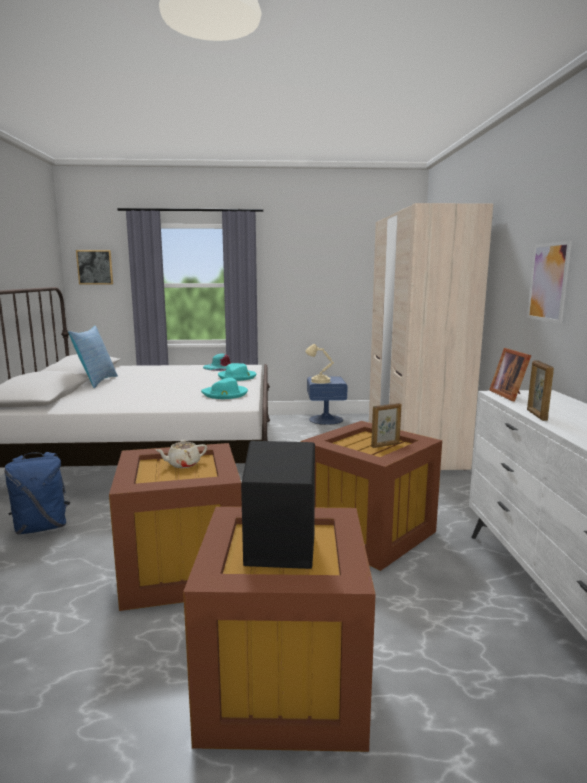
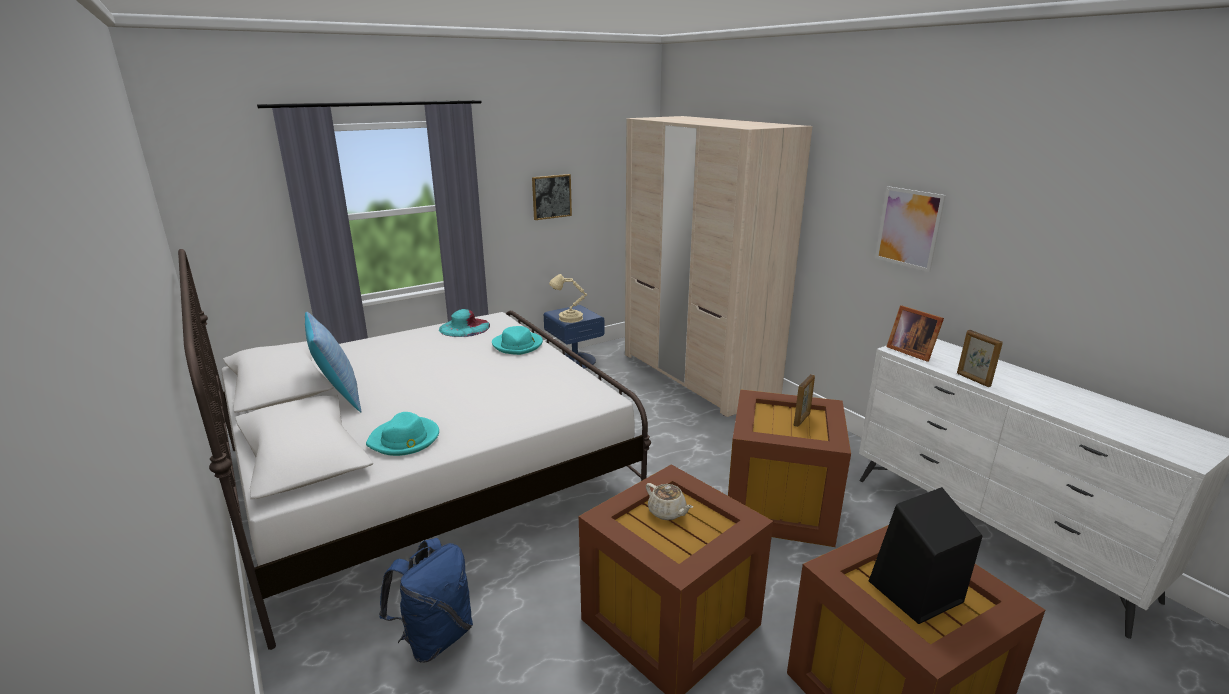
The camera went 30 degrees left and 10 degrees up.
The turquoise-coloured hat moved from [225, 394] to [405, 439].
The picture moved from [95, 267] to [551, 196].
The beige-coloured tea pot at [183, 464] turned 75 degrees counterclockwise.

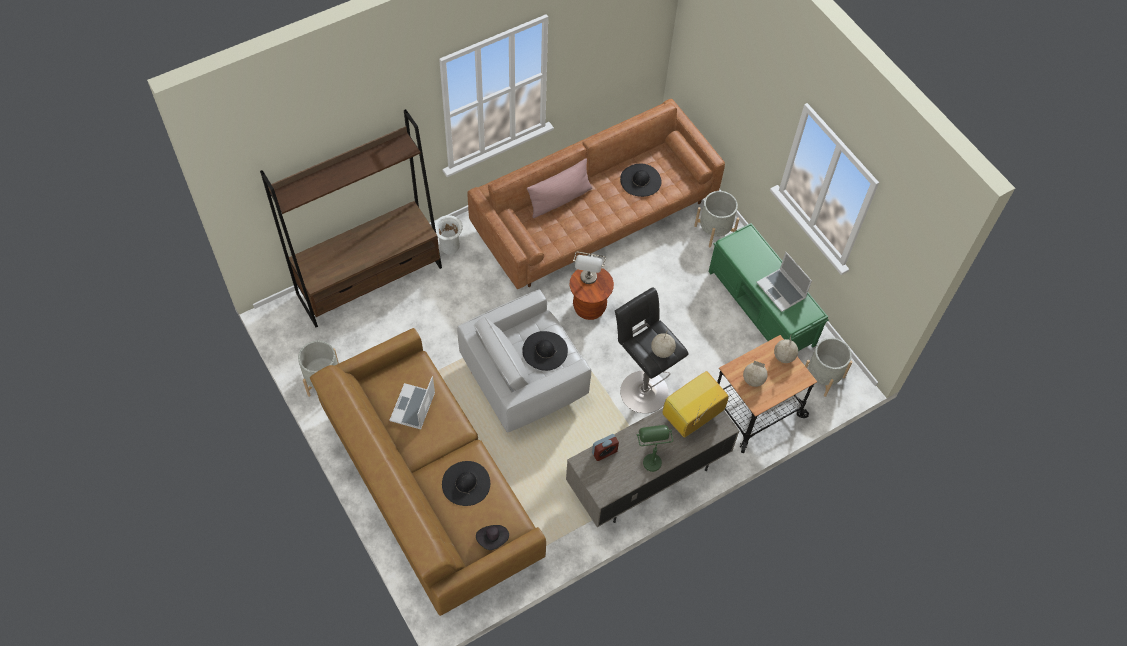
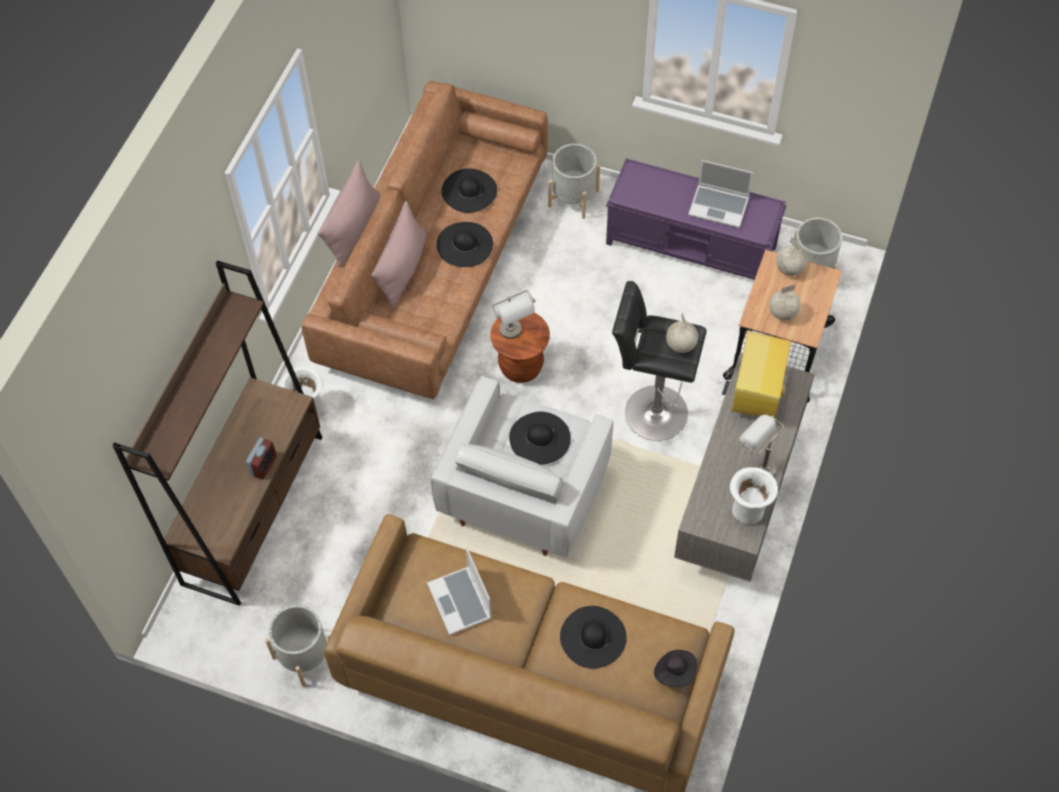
The camera went 35 degrees left and 0 degrees up.
The alarm clock moved from [604, 452] to [263, 465].
The pink throw pillow at [353, 229] appeared.
The blackish hat at [464, 244] appeared.
The green bench at [762, 308] became the purplish bench at [692, 245].
The white flower vase at [748, 510] appeared.
The green tabletop lamp at [650, 457] became the gray tabletop lamp at [756, 464].

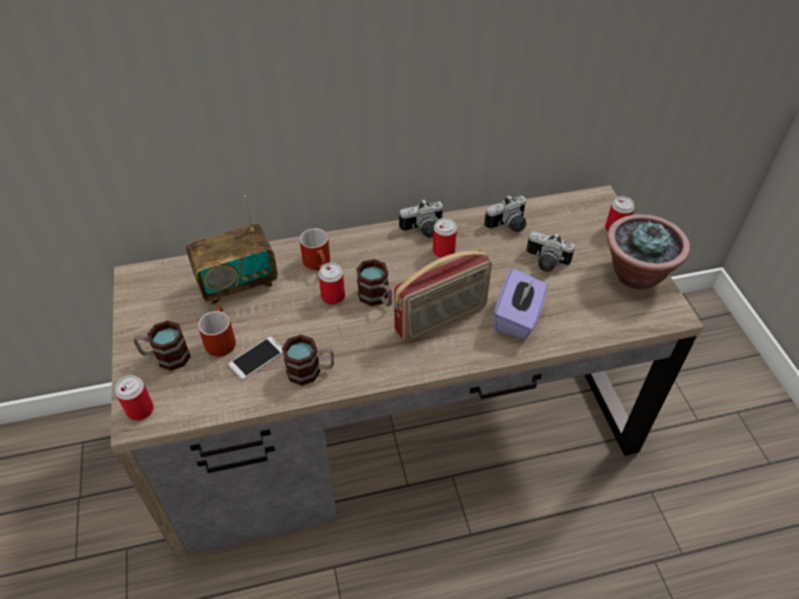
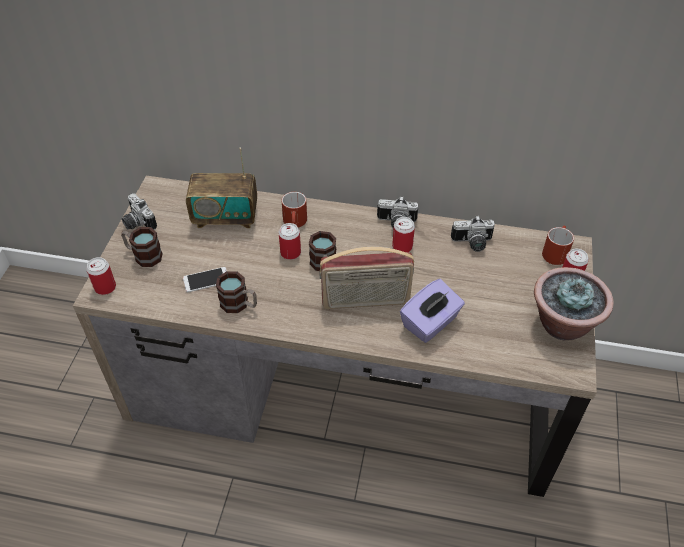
The camera went 25 degrees right and 0 degrees up.
The still camera moved from [545, 262] to [137, 222].
The reddish mug moved from [220, 339] to [554, 252].

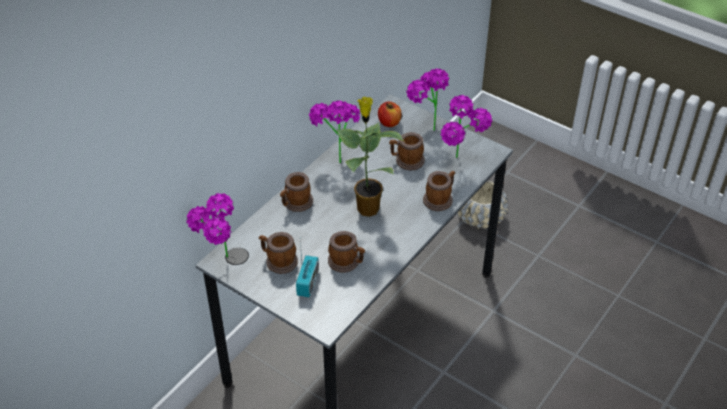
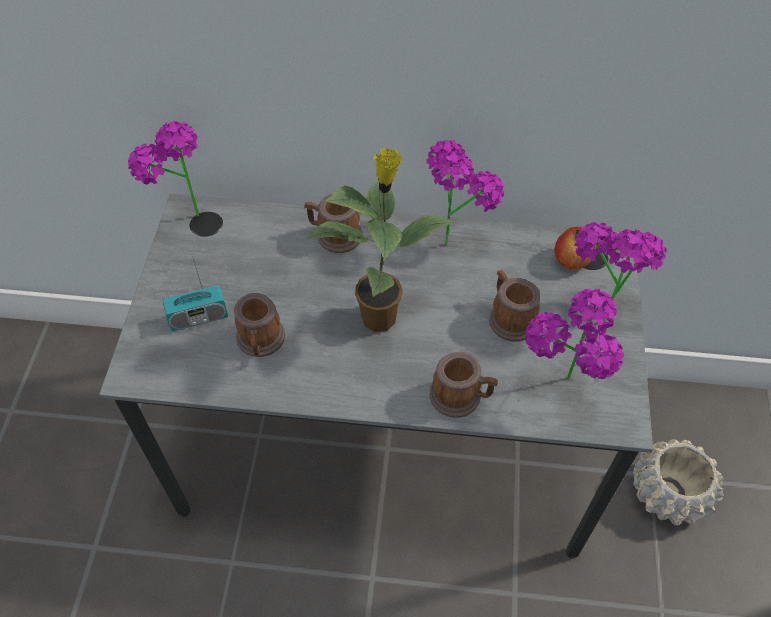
The camera went 60 degrees right and 10 degrees up.
The mug at [278, 261] disappeared.

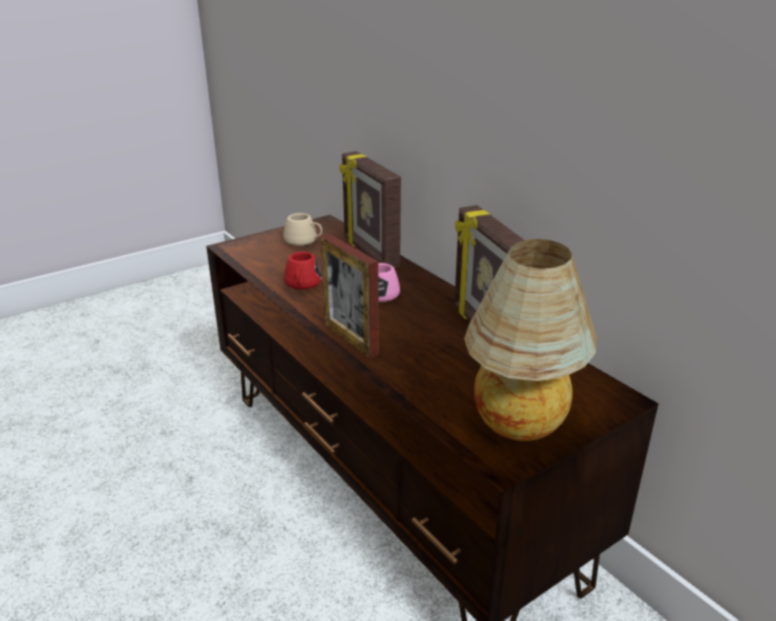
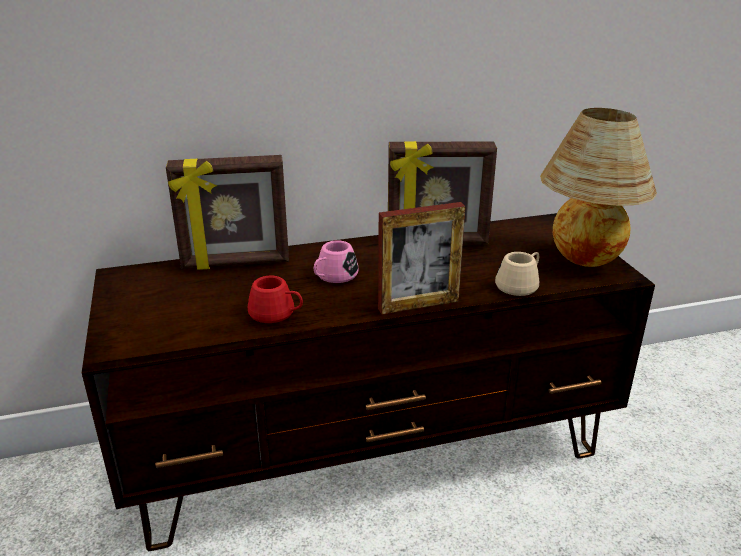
The camera went 70 degrees left and 0 degrees up.
The beige-coloured mug moved from [304, 241] to [520, 284].

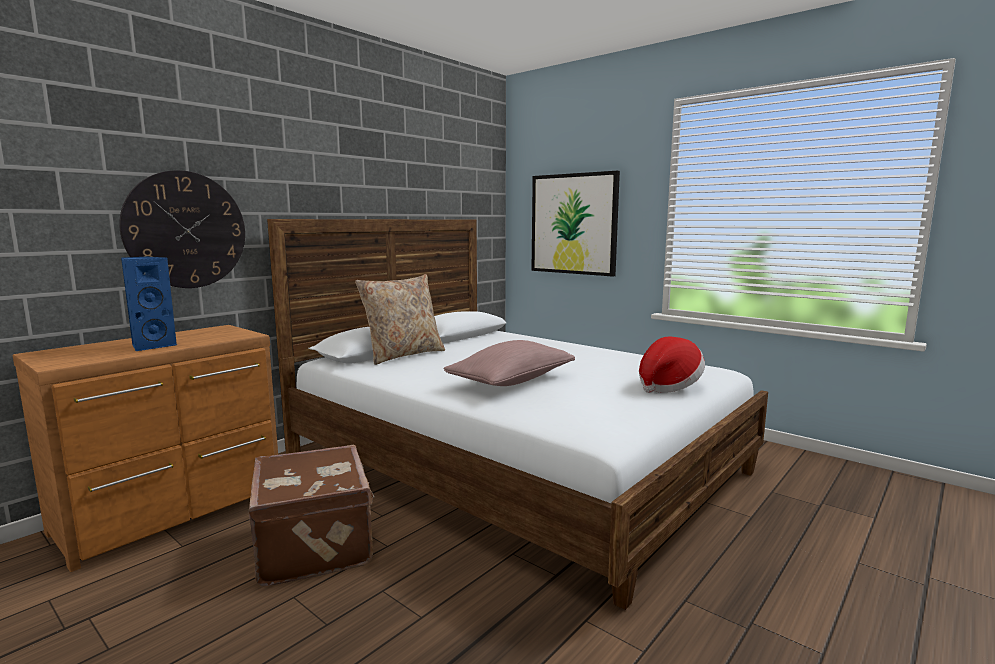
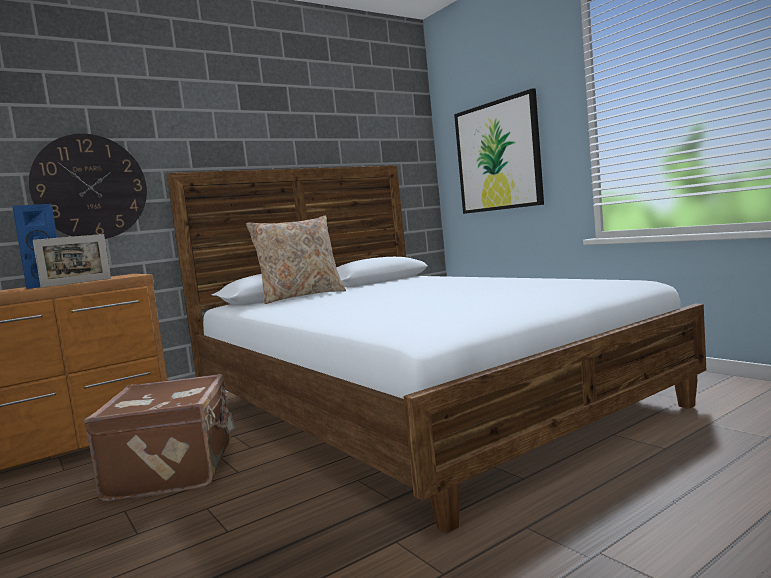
The camera went 15 degrees right and 5 degrees down.
The standing frame at [77, 283] appeared.
The pink throw pillow at [511, 381] disappeared.
The hat at [668, 386] disappeared.

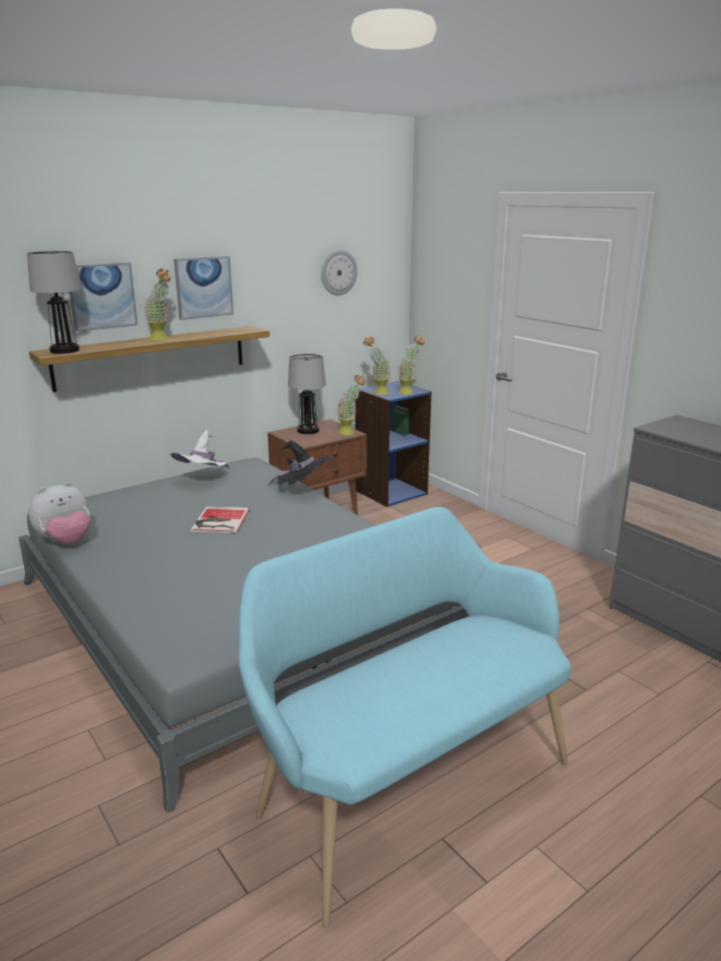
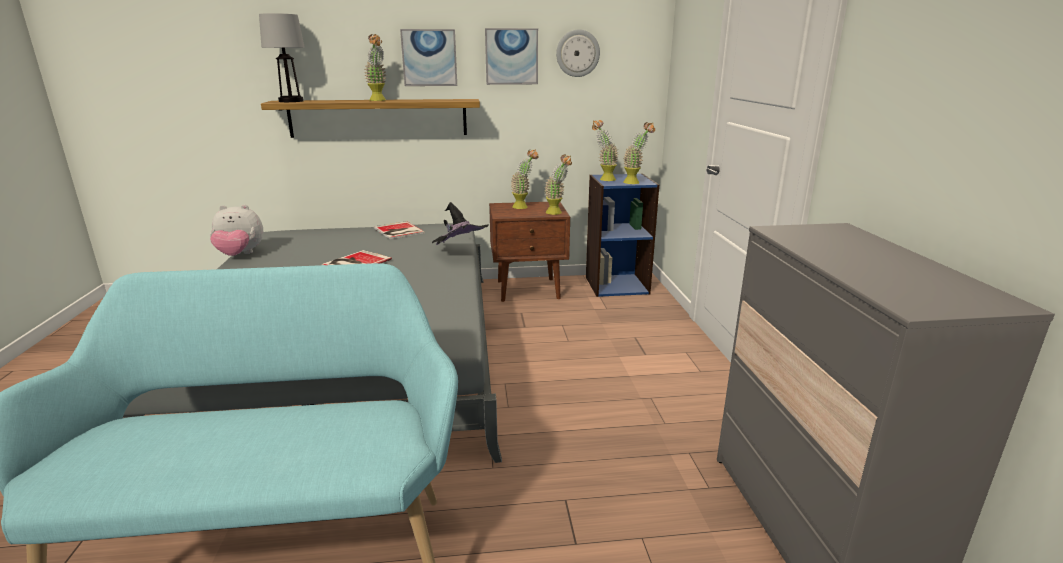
The camera went 30 degrees right and 0 degrees up.
The white hat at [203, 479] was replaced by the bound book at [398, 231].
The picture moved from [102, 296] to [511, 56].
The tabletop lamp at [308, 431] was replaced by the houseplant at [524, 206].

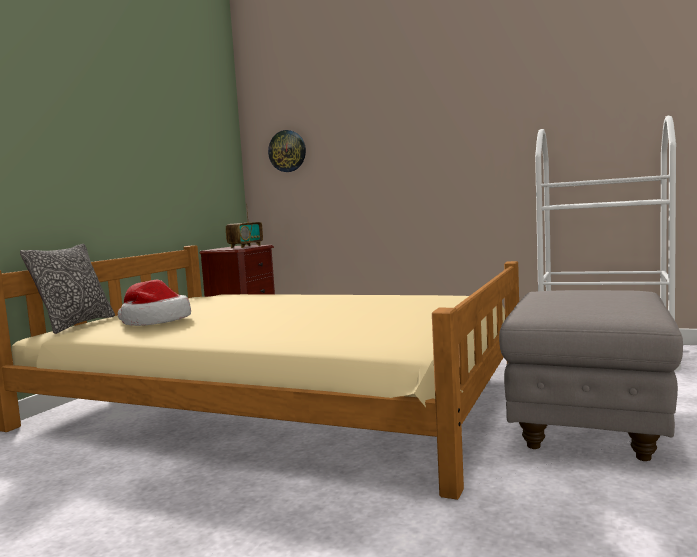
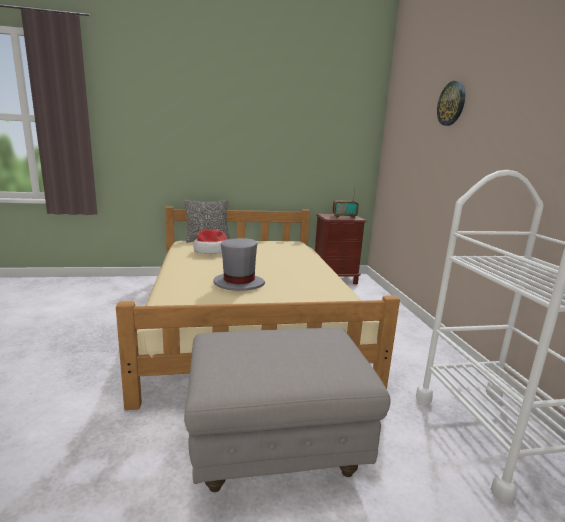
The camera went 55 degrees right and 10 degrees up.
The gray hat at [239, 283] appeared.
The clock on the wall moved from [287, 151] to [451, 103].

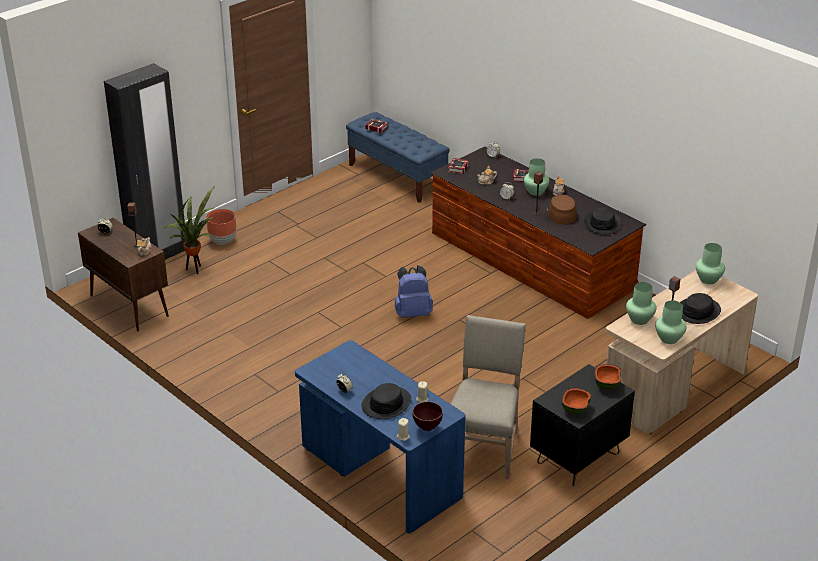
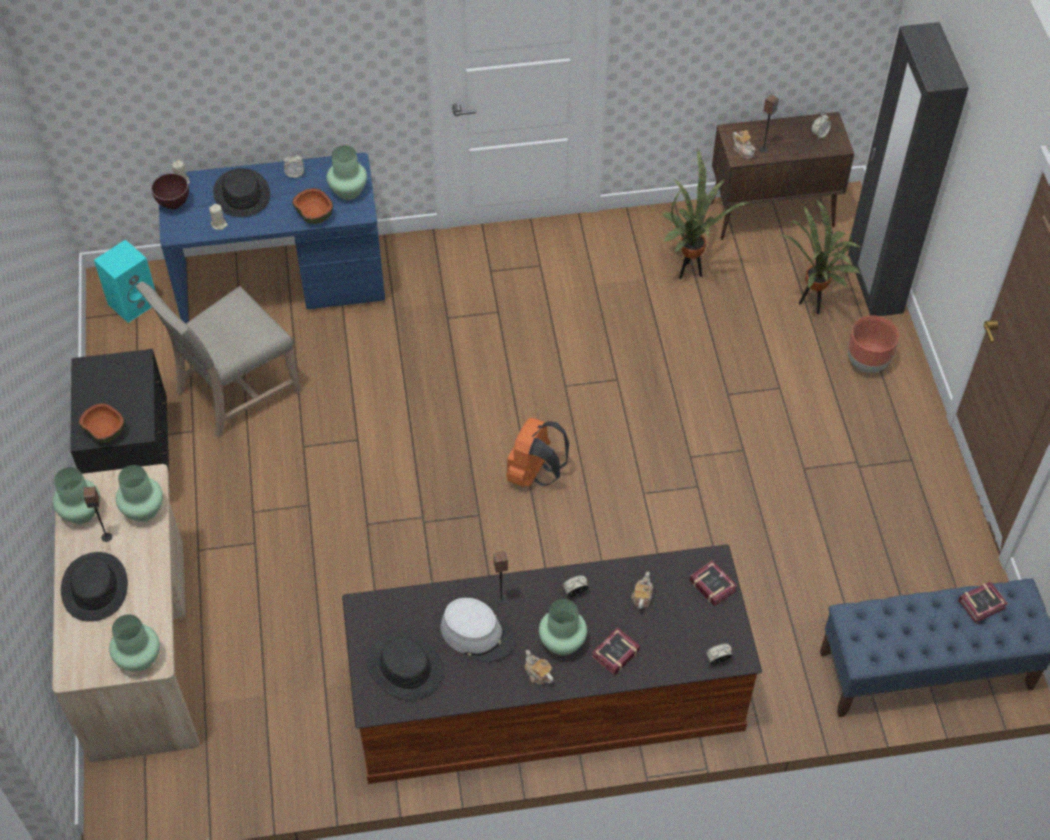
The camera went 125 degrees right and 20 degrees up.
The turquoise-coloured speaker at [133, 302] appeared.
The beige-coloured chair at [483, 447] turned 90 degrees clockwise.
The bowl moved from [575, 409] to [314, 215].
The green flower vase at [348, 192] appeared.
The brown hat at [561, 212] became the gray hat at [477, 634].
The bluish knapsack at [413, 313] became the orange-coloured knapsack at [535, 474].
The houseplant at [690, 271] appeared.

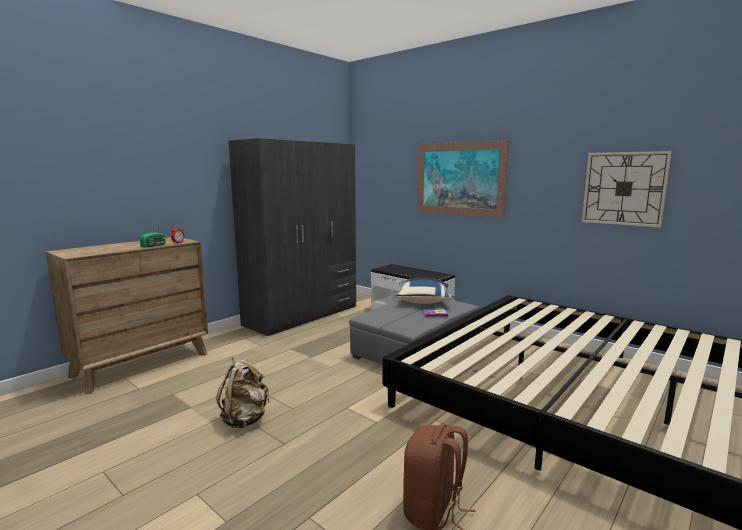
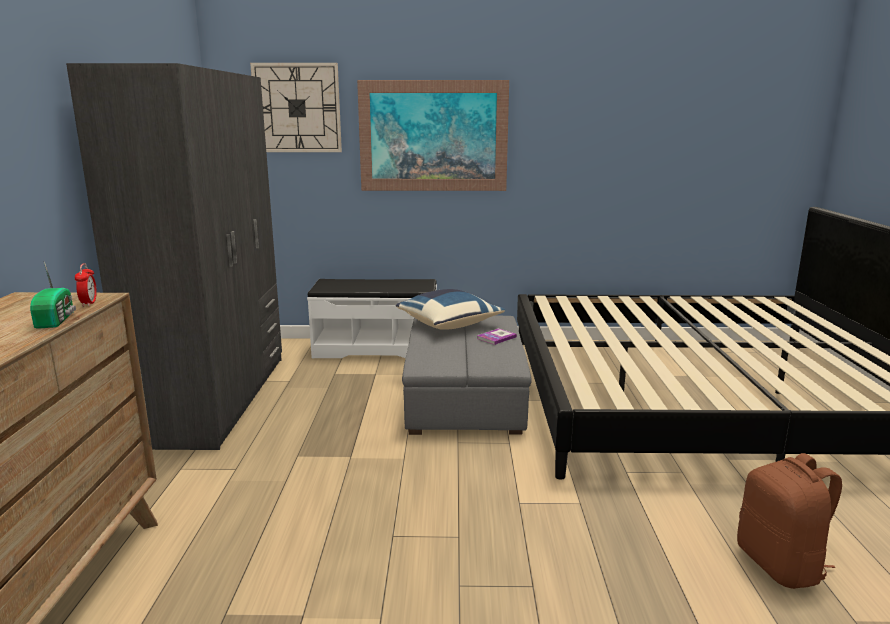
The camera went 40 degrees left and 5 degrees up.
The clock on the wall moved from [624, 188] to [297, 108].
The beige-coloured knapsack at [245, 419] disappeared.

